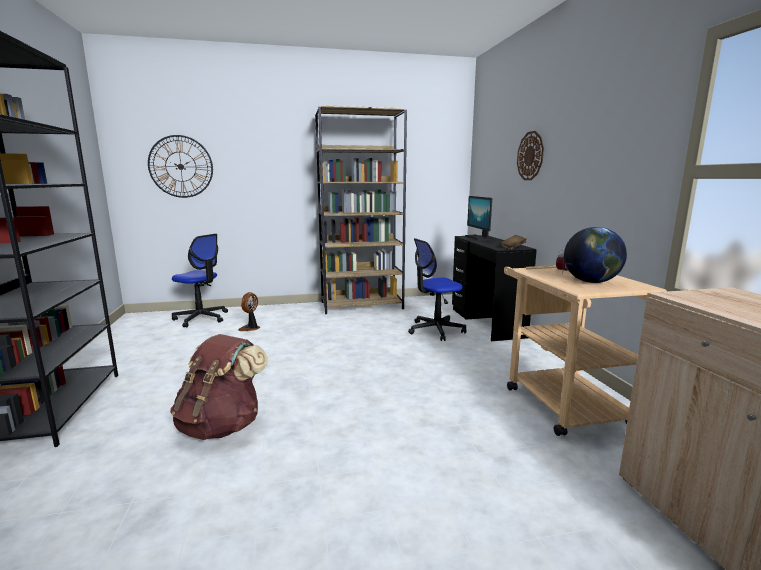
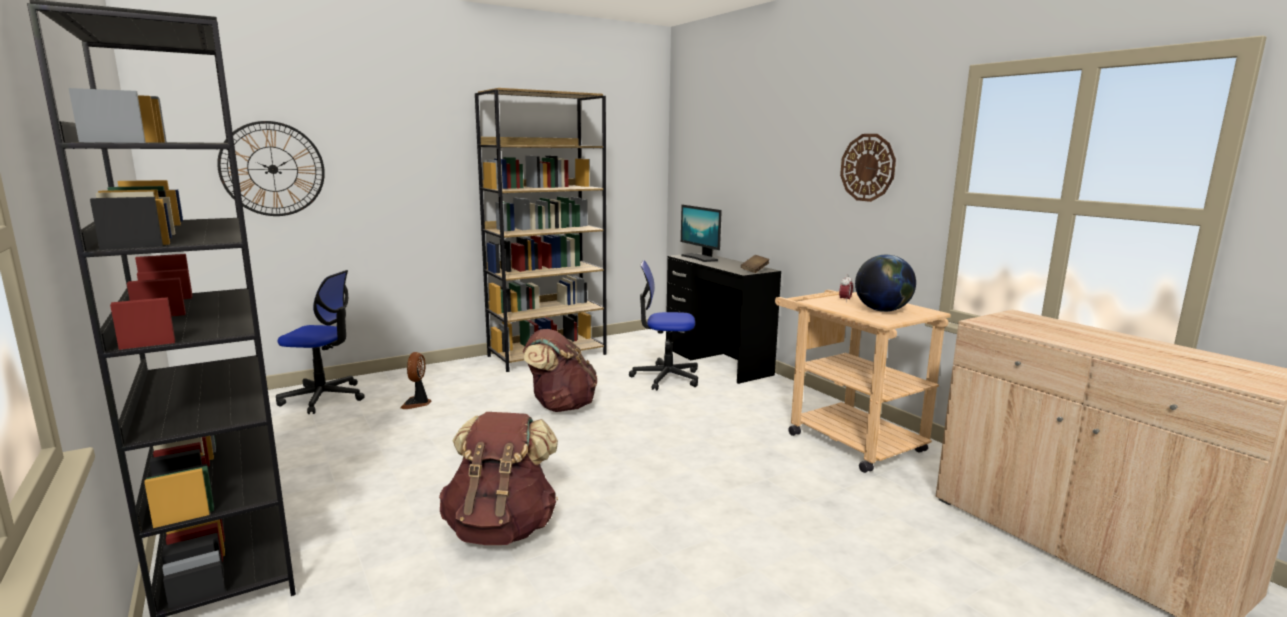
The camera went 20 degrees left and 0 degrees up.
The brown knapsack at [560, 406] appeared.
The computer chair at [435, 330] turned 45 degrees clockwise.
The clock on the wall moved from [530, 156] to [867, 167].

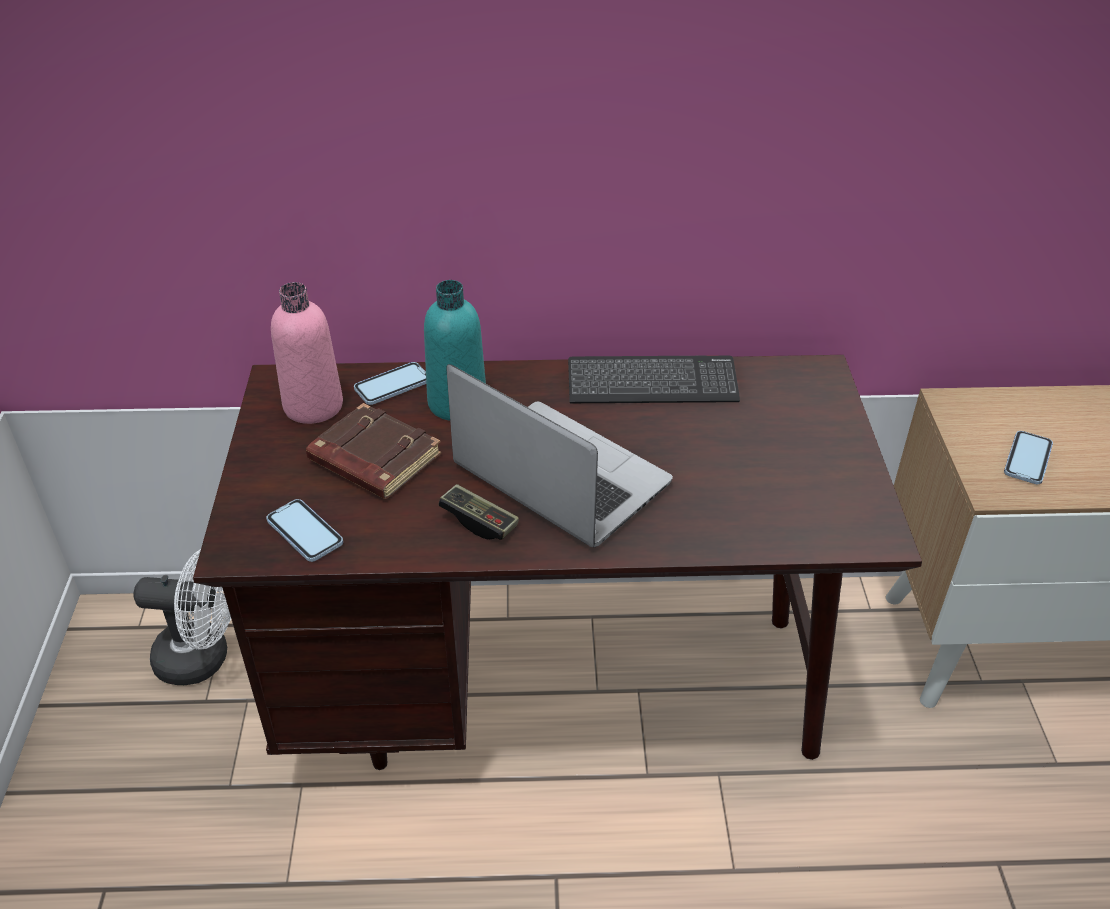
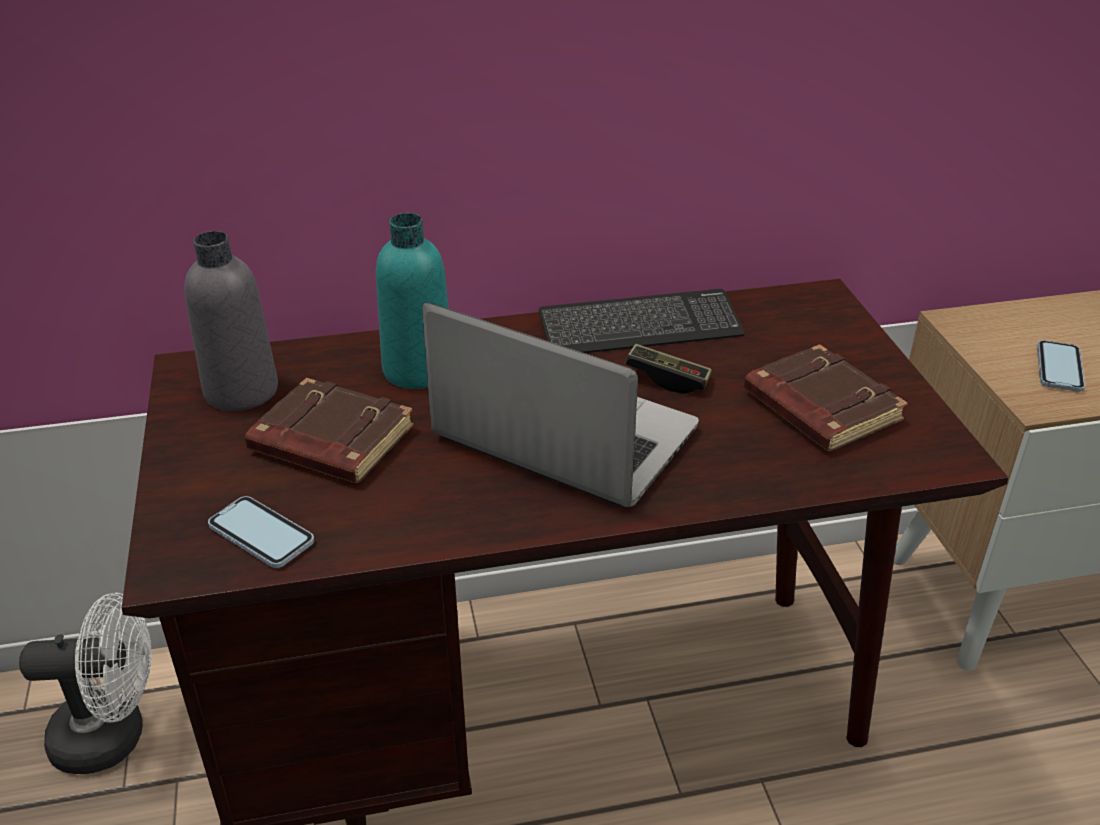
The camera went 10 degrees left and 5 degrees down.
The pink beverage bottle at [313, 406] became the gray beverage bottle at [241, 391].
The joypad moved from [479, 521] to [667, 379].
The brown bound book at [818, 407] appeared.
The handset at [392, 385] disappeared.

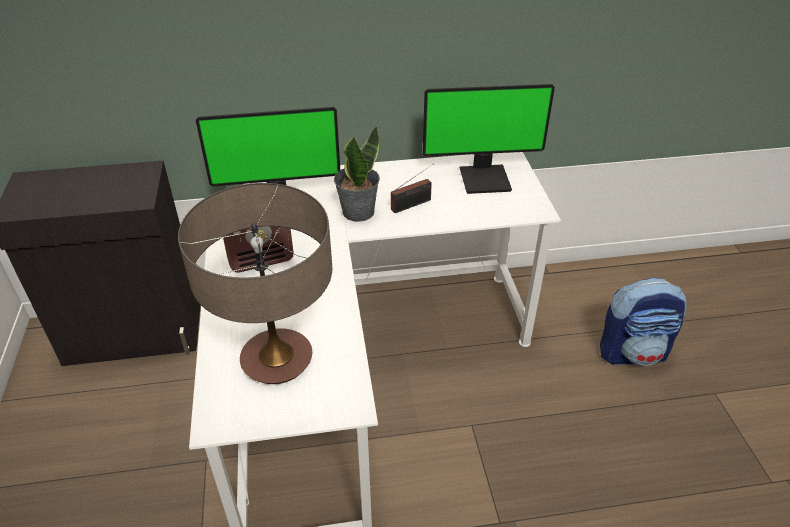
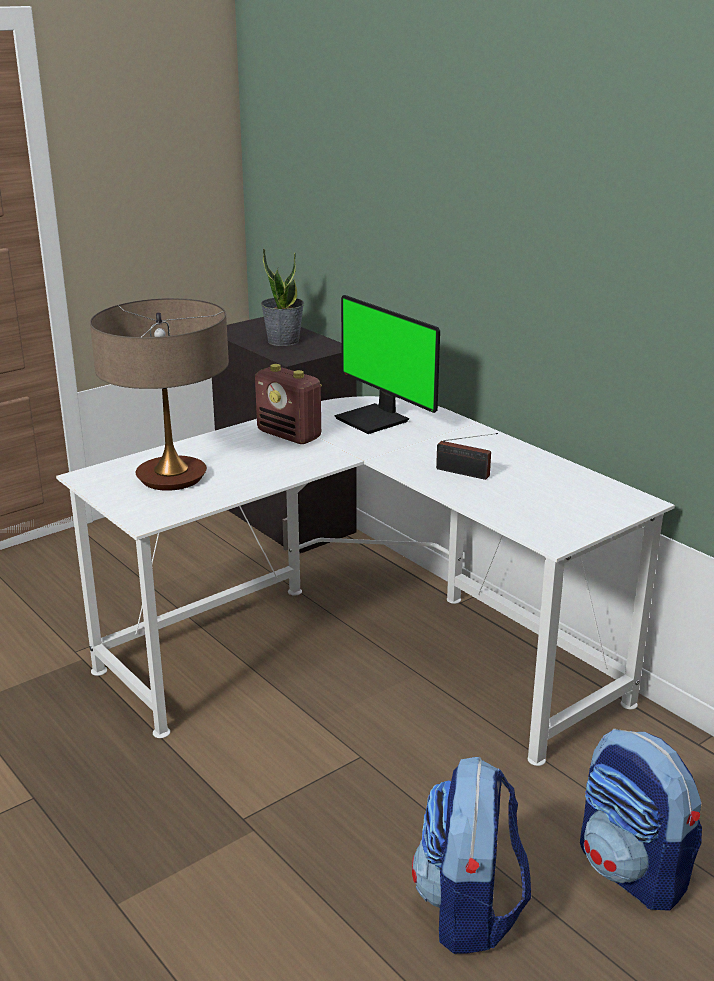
The camera went 60 degrees right and 15 degrees down.
The houseplant moved from [357, 212] to [283, 341].
The knapsack at [469, 909] appeared.
The monitor at [485, 178] disappeared.

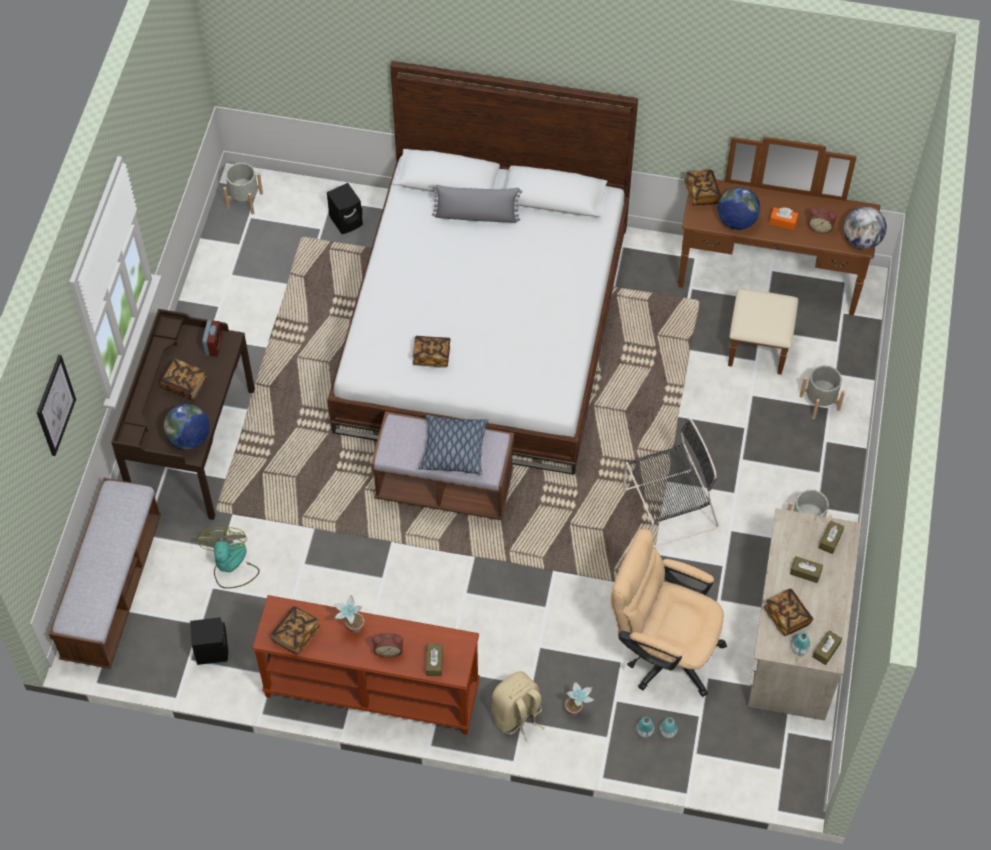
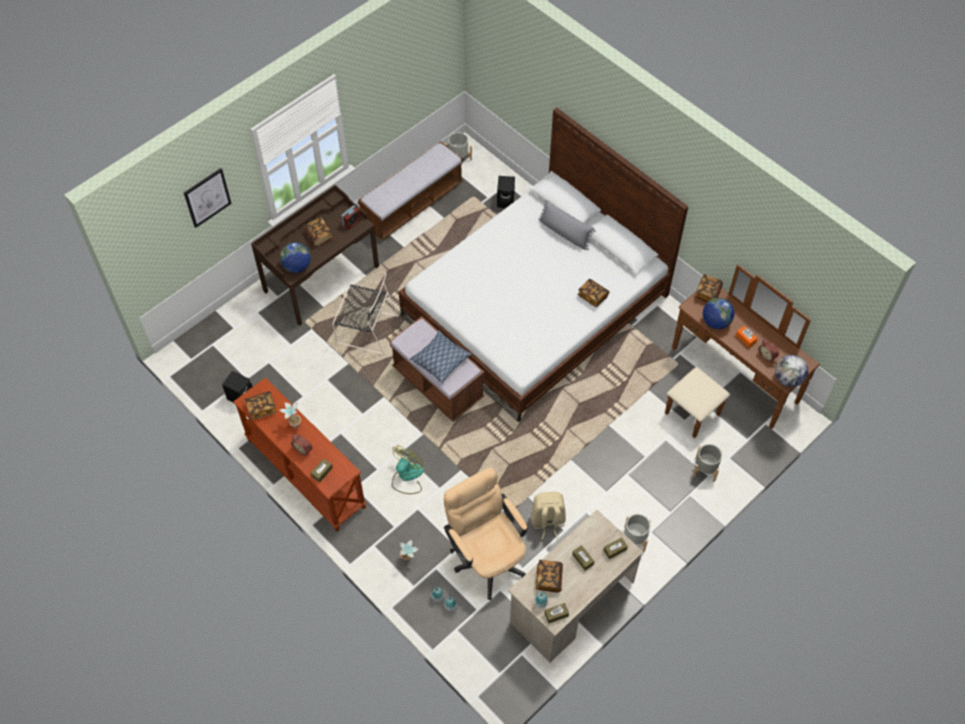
The camera went 35 degrees right and 0 degrees up.
The blackish chair moved from [667, 510] to [365, 329].
The bench moved from [113, 588] to [412, 204].
The cooling fan moved from [230, 565] to [407, 476].
The beige-coloured knapsack moved from [517, 716] to [547, 521].
The bound book moved from [431, 356] to [592, 296].

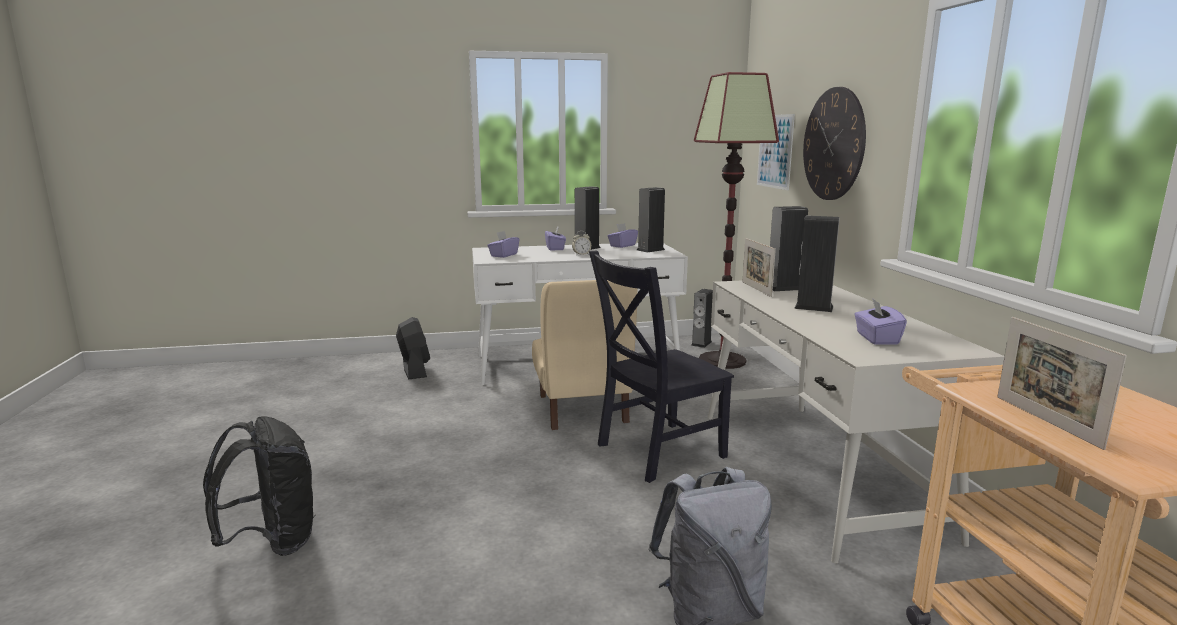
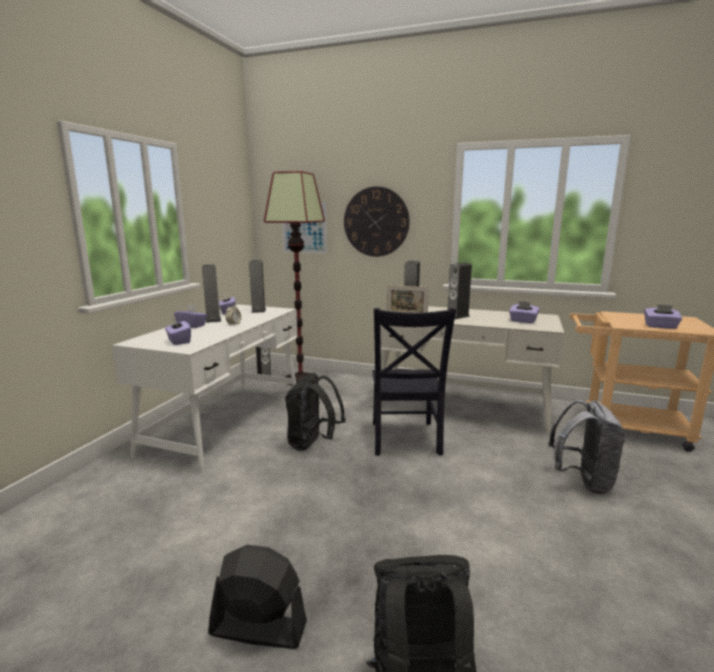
The camera went 60 degrees left and 0 degrees up.
The blackish cooling fan moved from [414, 370] to [258, 628].
The beige-coloured chair at [582, 409] was replaced by the blackish knapsack at [313, 444].
The standing frame at [1046, 421] was replaced by the purplish tissue holder at [660, 326].

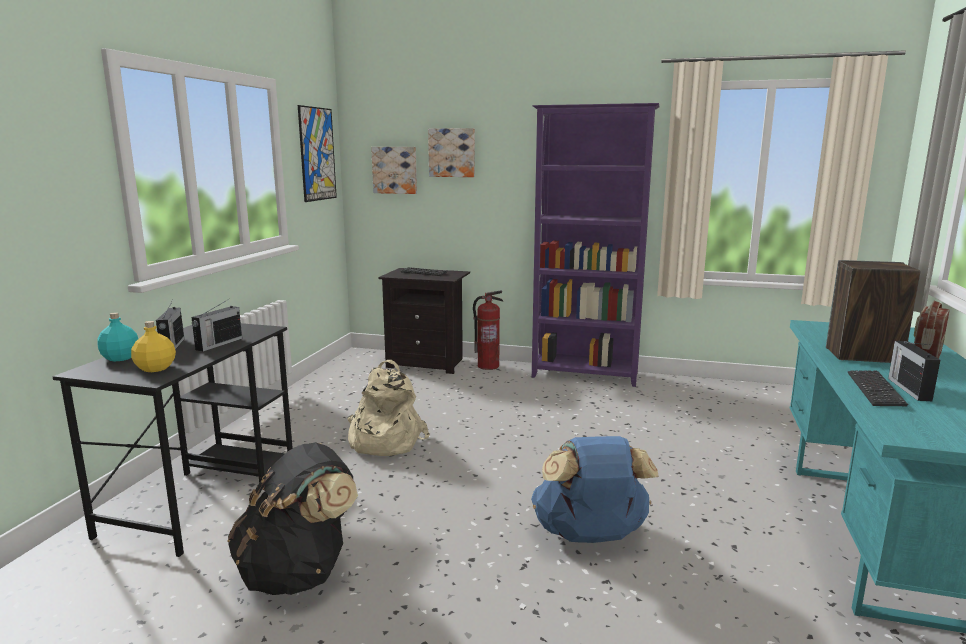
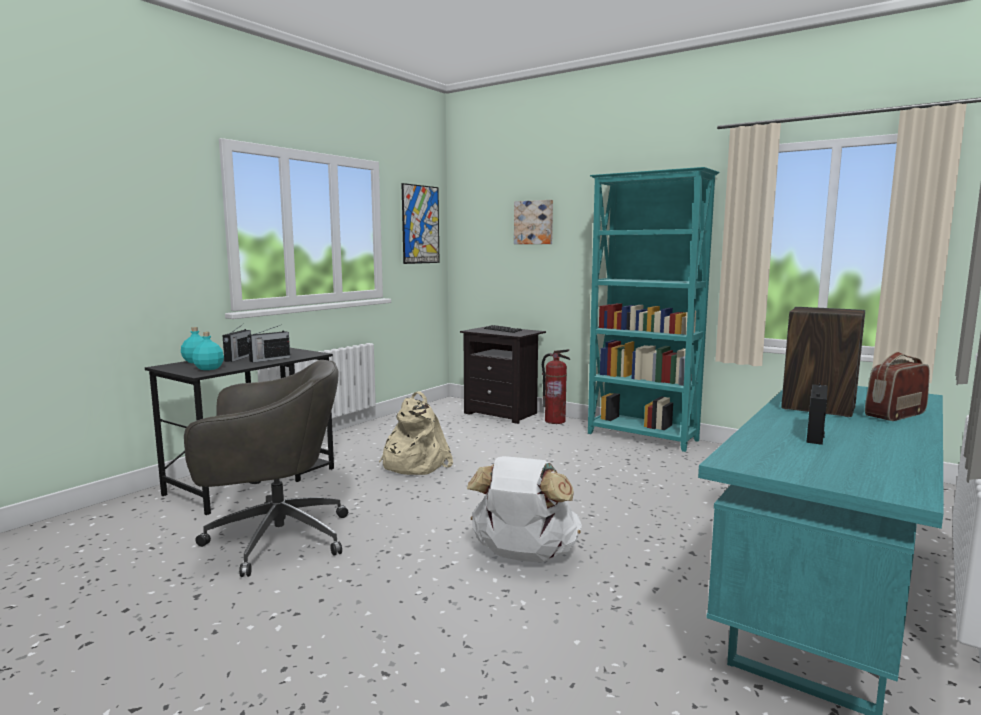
The camera went 20 degrees right and 5 degrees down.
The blackish knapsack at [298, 573] was replaced by the gray computer chair at [274, 539].
The yellow beverage bottle at [156, 368] became the turquoise-coloured beverage bottle at [209, 368].
The bluish knapsack at [590, 536] became the white knapsack at [523, 556].
The purplish shelving unit at [585, 375] became the turquoise-coloured shelving unit at [642, 437].
The picture at [395, 170] disappeared.
The PC keyboard at [875, 390] disappeared.

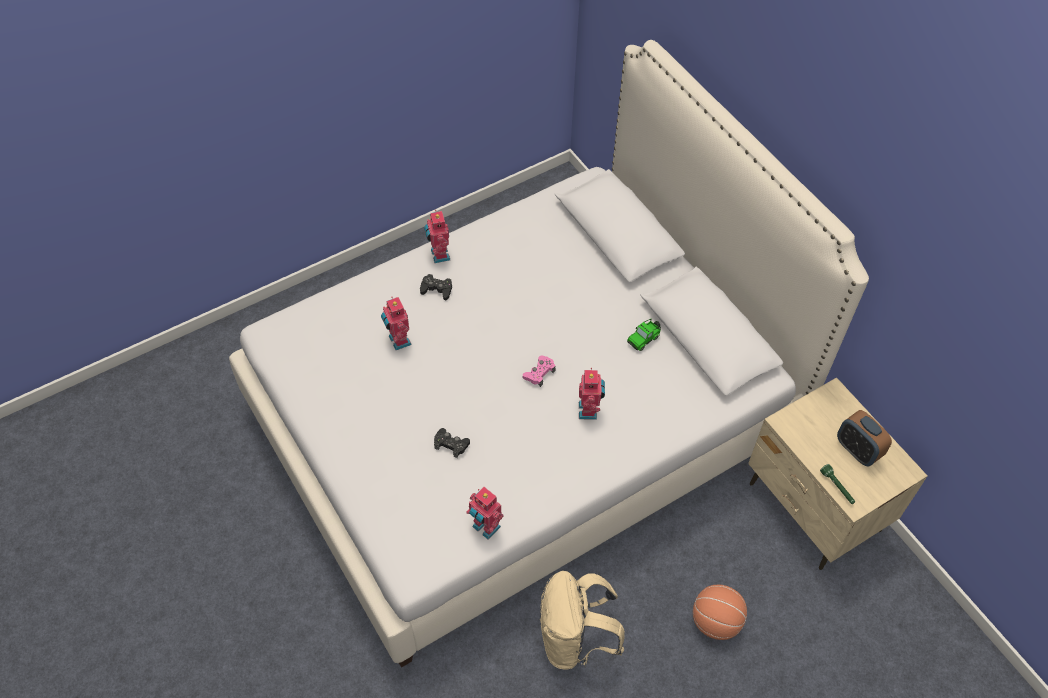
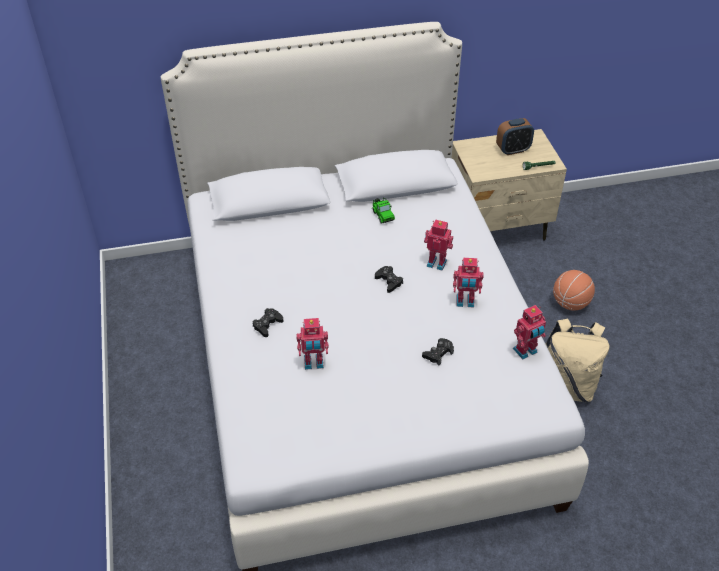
The camera went 70 degrees left and 10 degrees down.
The pink joypad at [539, 373] became the blackish joypad at [389, 281].
The model robot moved from [438, 255] to [465, 302].

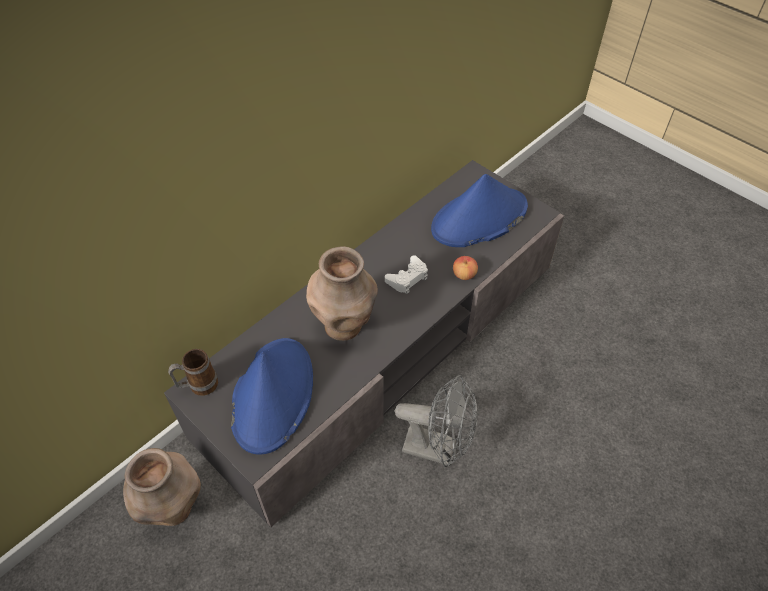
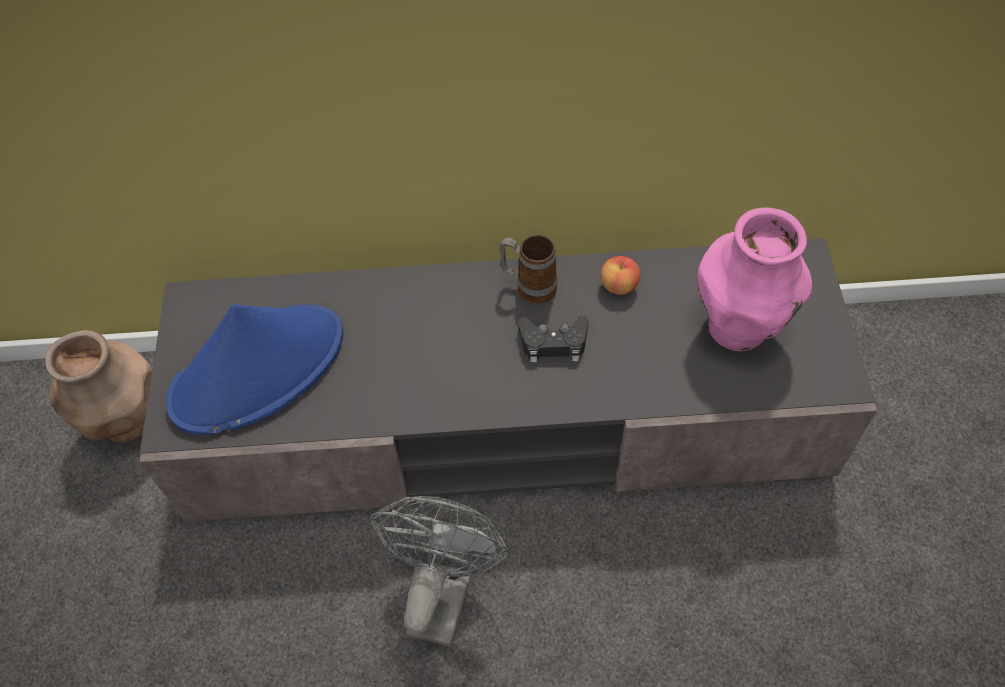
The camera went 45 degrees right and 5 degrees up.
The gray cooling fan at [438, 448] turned 135 degrees counterclockwise.
The mug moved from [198, 386] to [529, 286].
The white joypad at [407, 278] became the blackish joypad at [553, 343].
The apple fruit moved from [464, 275] to [619, 285].
The bluish hat at [479, 218] was replaced by the pink flower vase at [739, 328].
The brown flower vase at [344, 325] disappeared.

